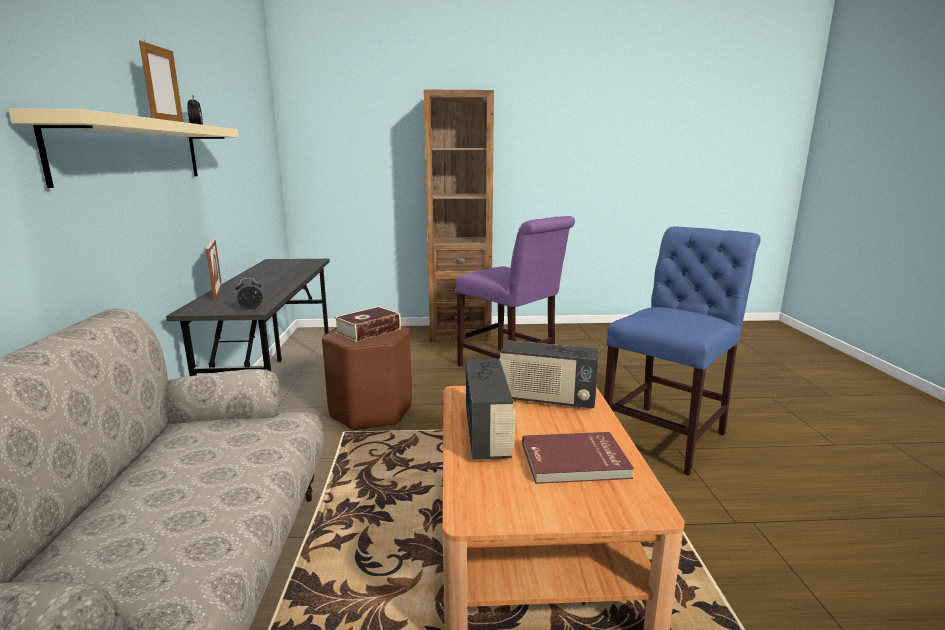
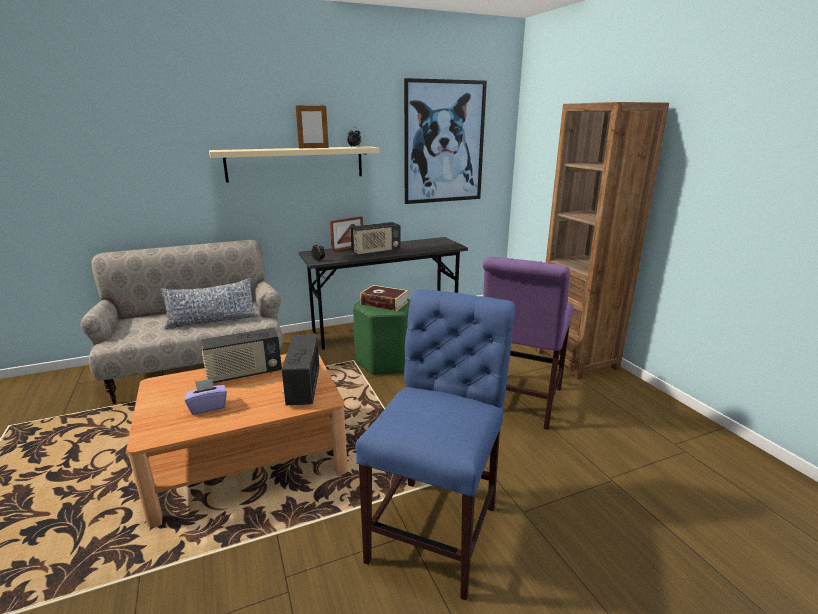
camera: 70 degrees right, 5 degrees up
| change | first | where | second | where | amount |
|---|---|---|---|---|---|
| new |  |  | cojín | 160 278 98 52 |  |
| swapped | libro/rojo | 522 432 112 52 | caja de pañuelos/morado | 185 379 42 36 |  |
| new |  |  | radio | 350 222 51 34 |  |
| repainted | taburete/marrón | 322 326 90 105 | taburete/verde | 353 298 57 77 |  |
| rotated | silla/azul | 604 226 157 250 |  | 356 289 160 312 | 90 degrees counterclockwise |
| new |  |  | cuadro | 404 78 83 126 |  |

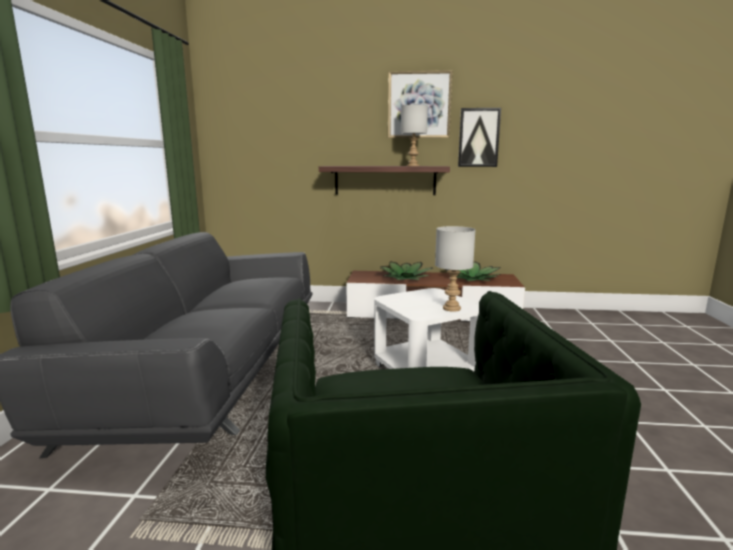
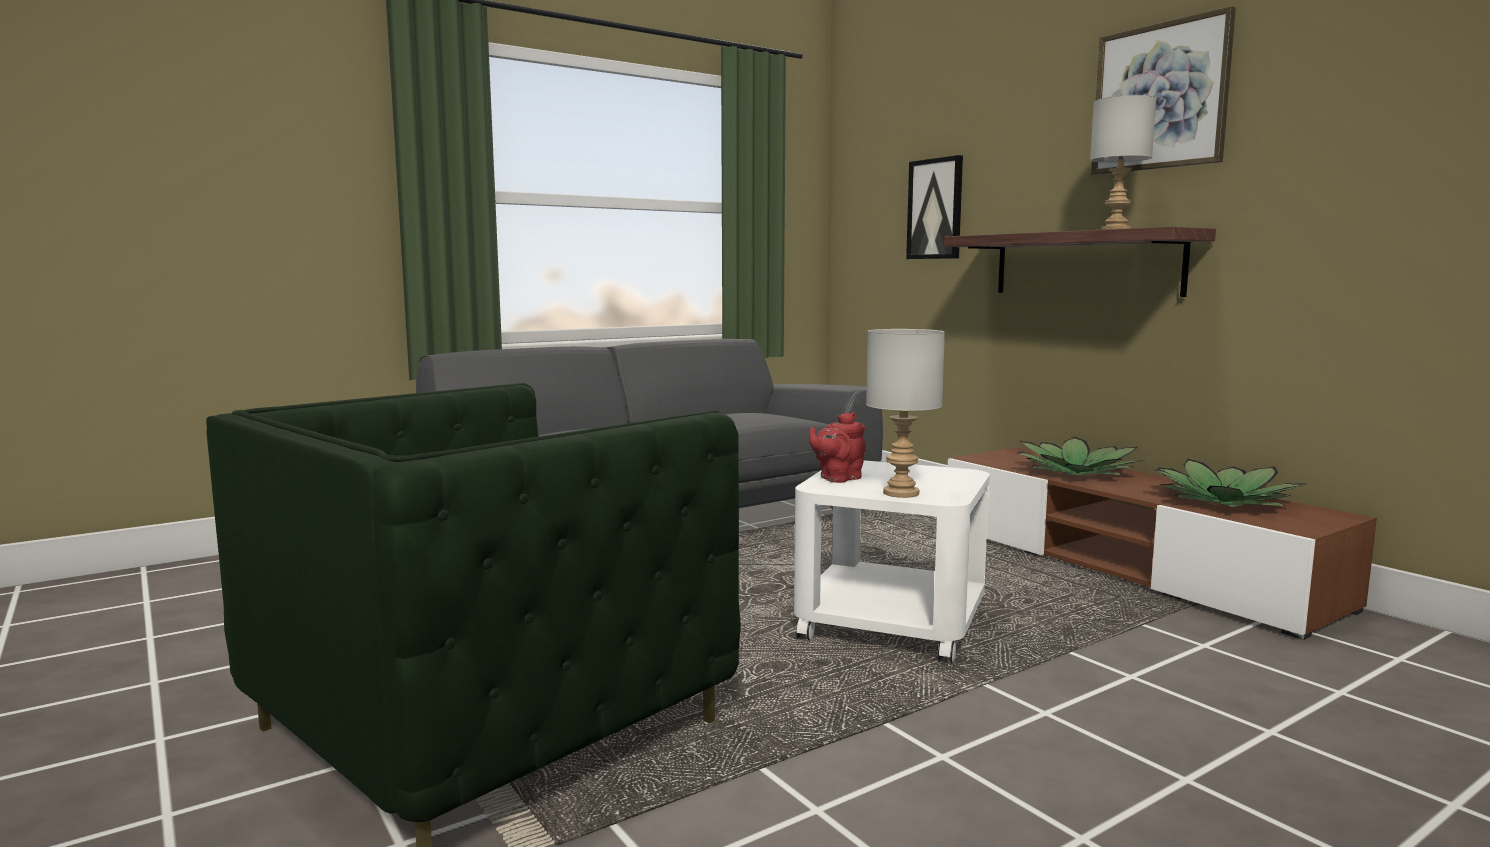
camera: 50 degrees right, 5 degrees down
| change | first | where | second | where | amount |
|---|---|---|---|---|---|
| new |  |  | tetera/rojo | 809 412 57 71 |  |
| shifted | cuadro | 458 108 43 59 |  | 906 155 57 104 |  |

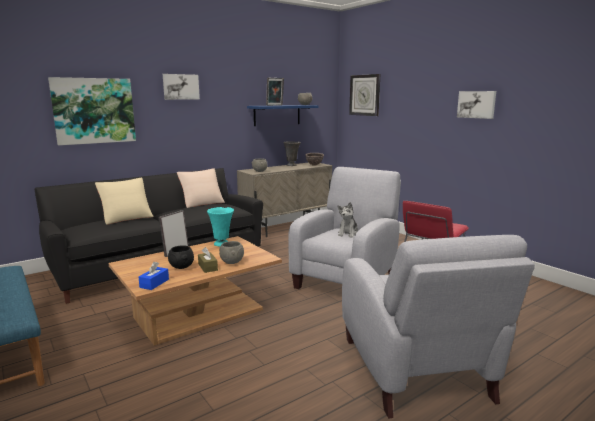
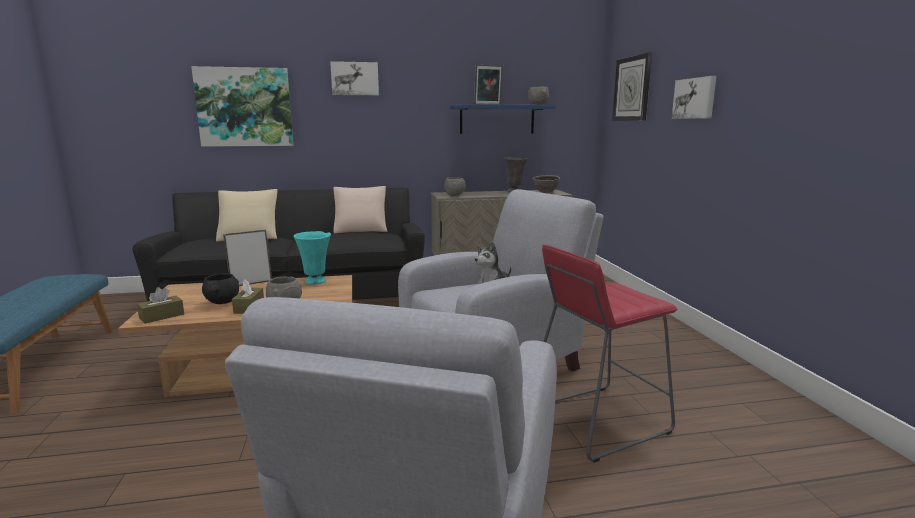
camera: 25 degrees right, 0 degrees up
| change | first | where | second | where | amount |
|---|---|---|---|---|---|
| repainted | caja de pañuelos/azul | 138 262 31 28 | caja de pañuelos/marrón | 137 287 47 37 |  |
| shifted | cuadro | 457 91 39 28 |  | 672 76 44 43 |  |

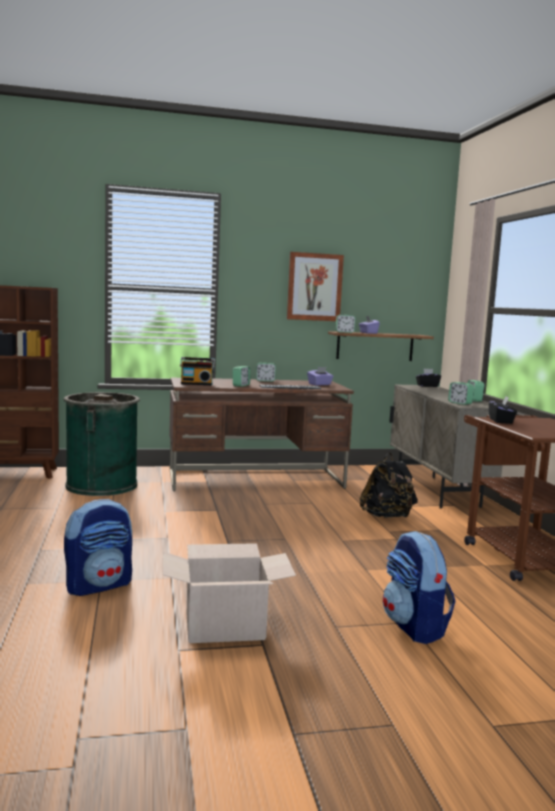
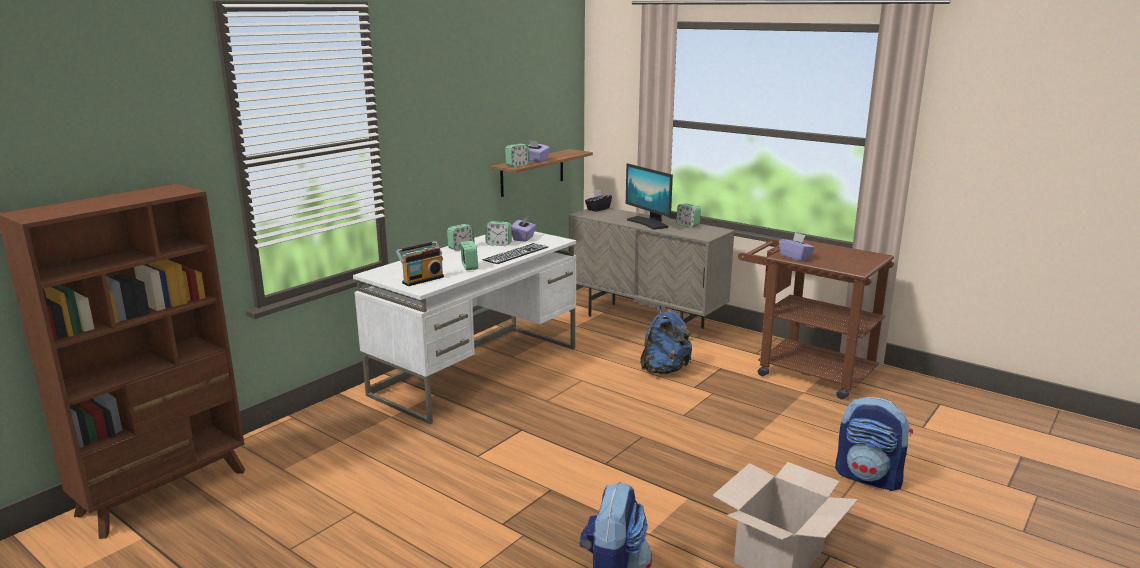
camera: 40 degrees left, 10 degrees up
| change | first | where | second | where | amount |
|---|---|---|---|---|---|
| repainted | escritorio/marrón | 169 378 185 113 | escritorio/blanco | 353 231 223 193 |  |
| shifted | despertador | 448 382 26 23 |  | 485 221 27 25 |  |
| new |  |  | monitor | 626 163 47 67 |  |
| repainted | mochila/negro | 360 452 58 66 | mochila/azul | 640 305 52 69 |  |
| repainted | caja de pañuelos/negro | 489 397 28 27 | caja de pañuelos/morado | 779 232 36 29 |  |
| gone | papelera/verde | 63 392 77 104 |  |  |  |
| gone | cuadro | 287 252 57 69 |  |  |  |

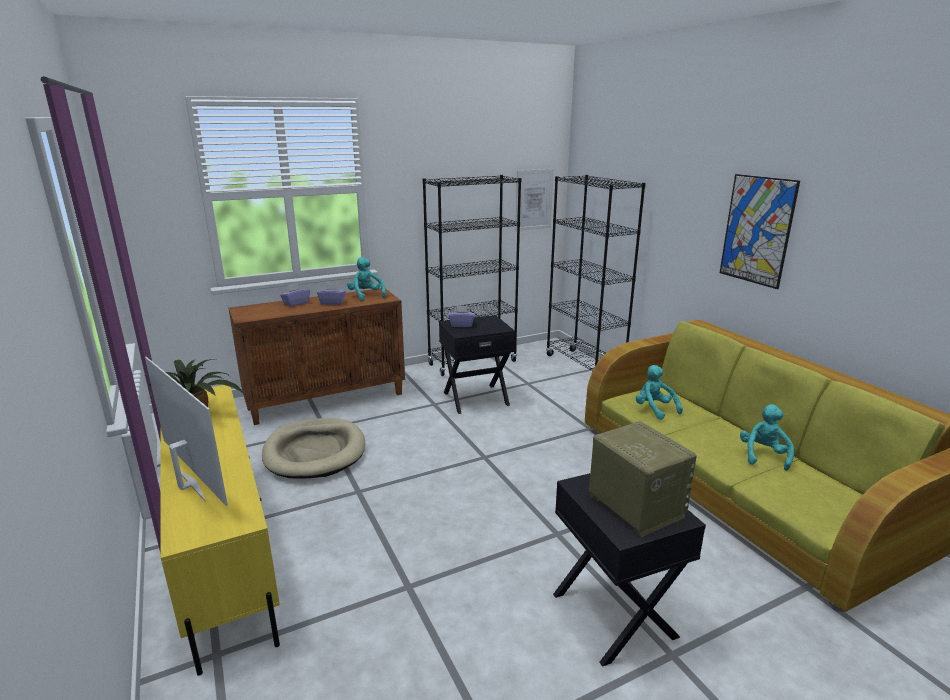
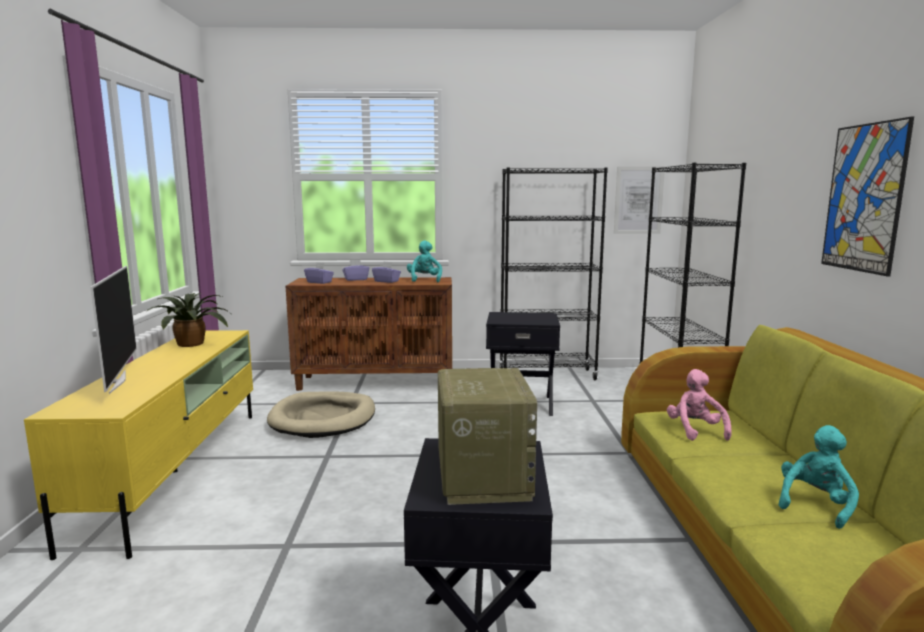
camera: 25 degrees right, 10 degrees down
| change | first | where | second | where | amount |
|---|---|---|---|---|---|
| shifted | caja de pañuelos/morado | 449 306 25 21 |  | 304 262 30 22 |  |
| repainted | peluche/turquesa | 636 365 47 55 | peluche/rosa | 667 369 65 72 |  |

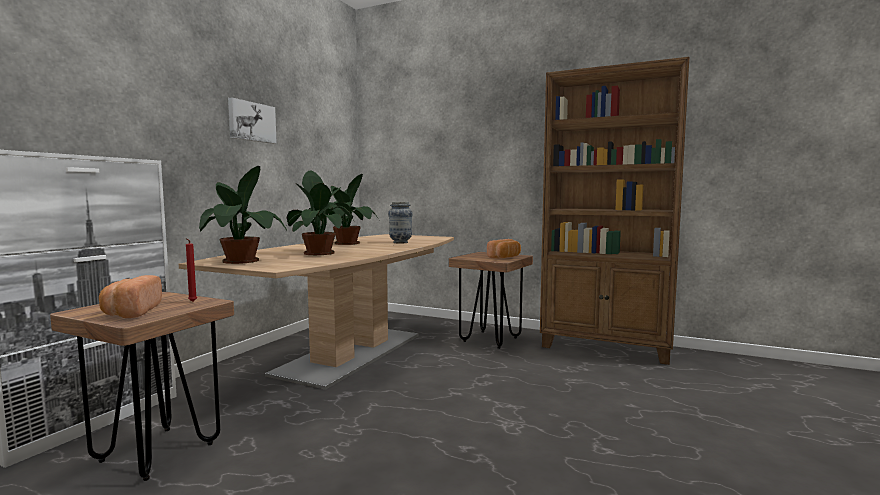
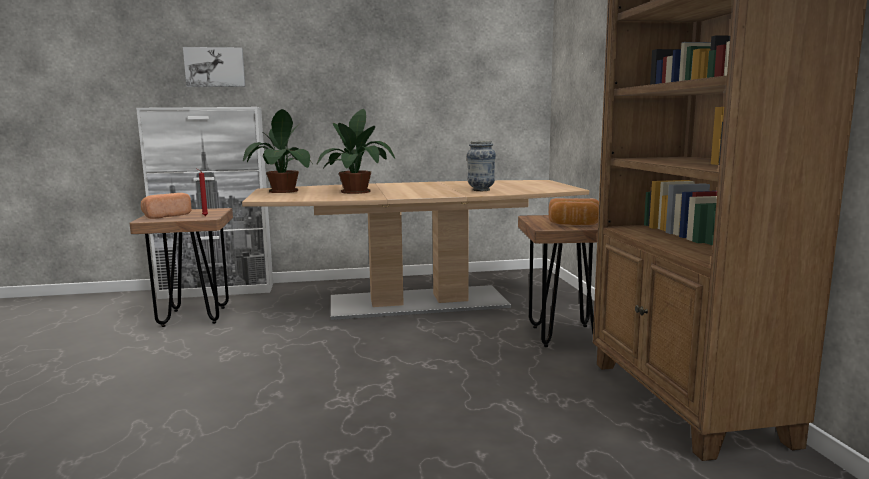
camera: 55 degrees right, 5 degrees up
| change | first | where | second | where | amount |
|---|---|---|---|---|---|
| shifted | cuadro | 228 98 49 46 |  | 183 47 62 40 |  |
| gone | planta en maceta | 329 174 49 71 |  |  |  |

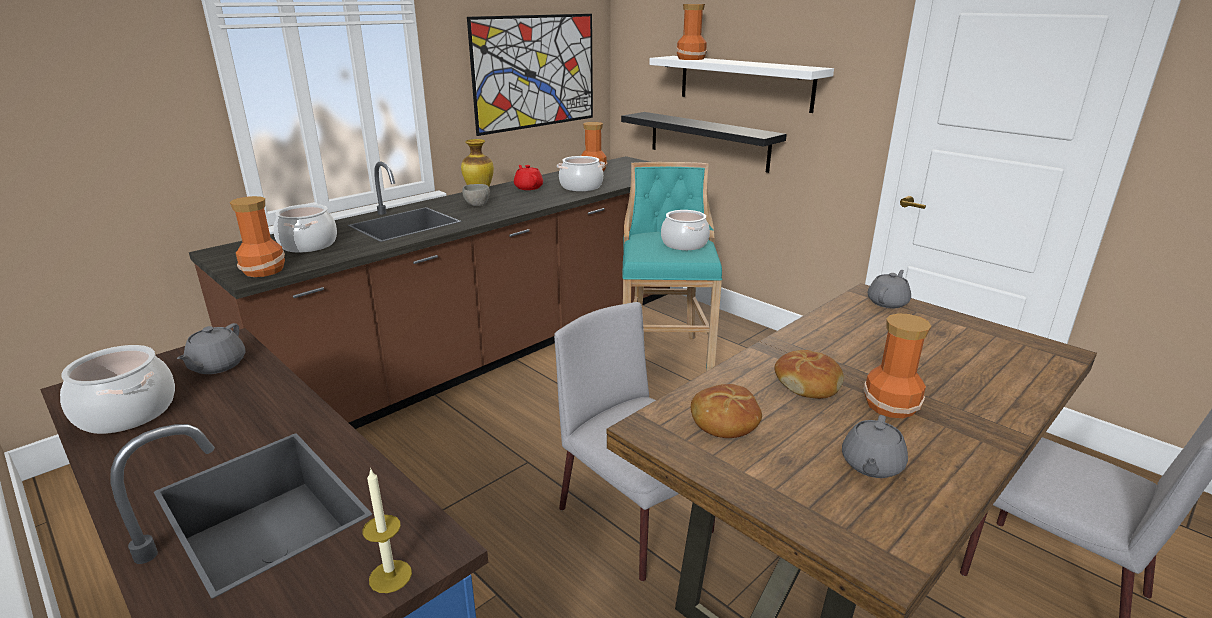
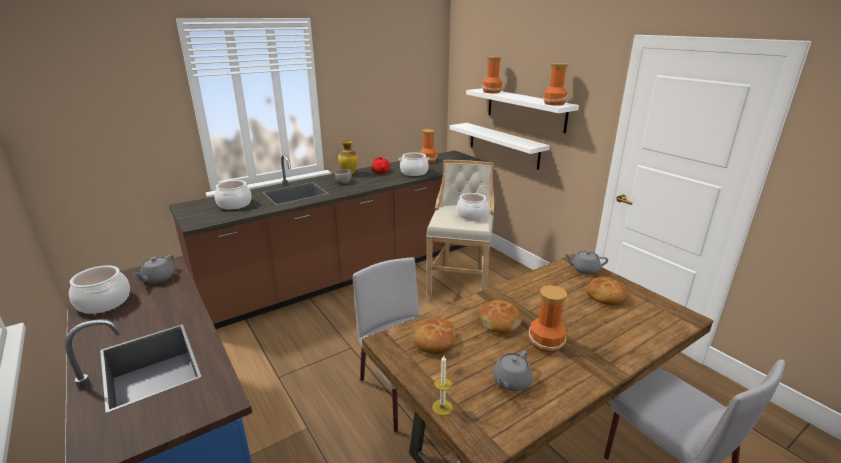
camera: 10 degrees right, 0 degrees up
| change | first | where | second | where | amount |
|---|---|---|---|---|---|
| repainted | taburete/turquesa | 622 162 100 209 | taburete/beis | 425 160 70 142 |  |
| shifted | vela | 362 468 50 125 |  | 432 356 21 60 |  |
| repainted | estante/negro | 621 112 166 61 | estante/blanco | 450 123 100 47 |  |
| shifted | florero | 230 196 55 81 |  | 543 63 25 43 |  |
| rotated | tetera/gris | 868 270 43 38 |  | 564 250 44 24 | 135 degrees counterclockwise |
| new |  |  | pan | 586 277 43 28 |  |
| gone | cuadro | 467 14 126 122 |  |  |  |

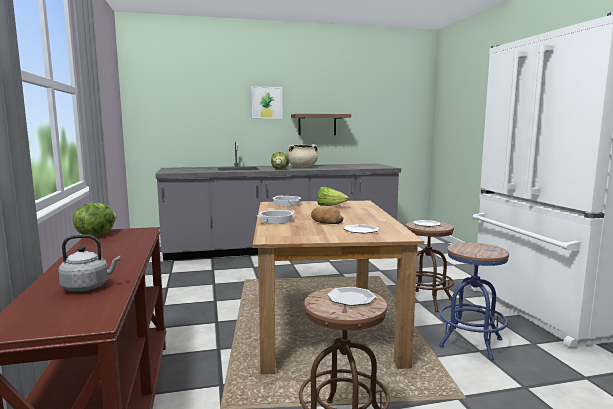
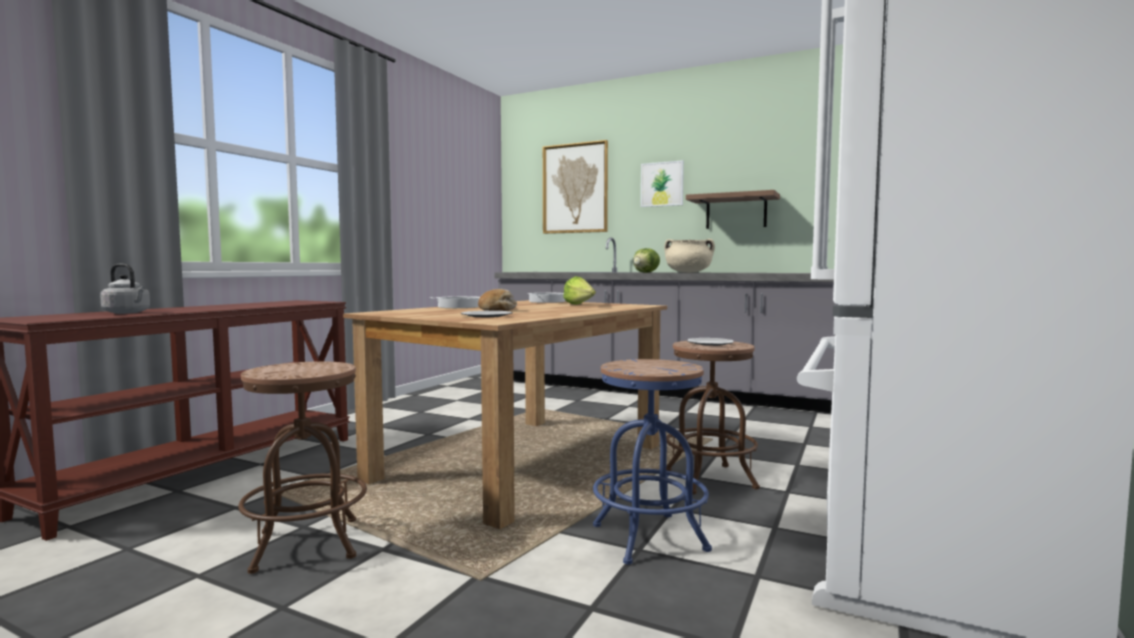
camera: 40 degrees right, 5 degrees down
| change | first | where | second | where | amount |
|---|---|---|---|---|---|
| new |  |  | cuadro | 543 140 65 94 |  |
| gone | lechuga | 73 203 43 33 |  |  |  |
| gone | plato | 327 287 49 19 |  |  |  |

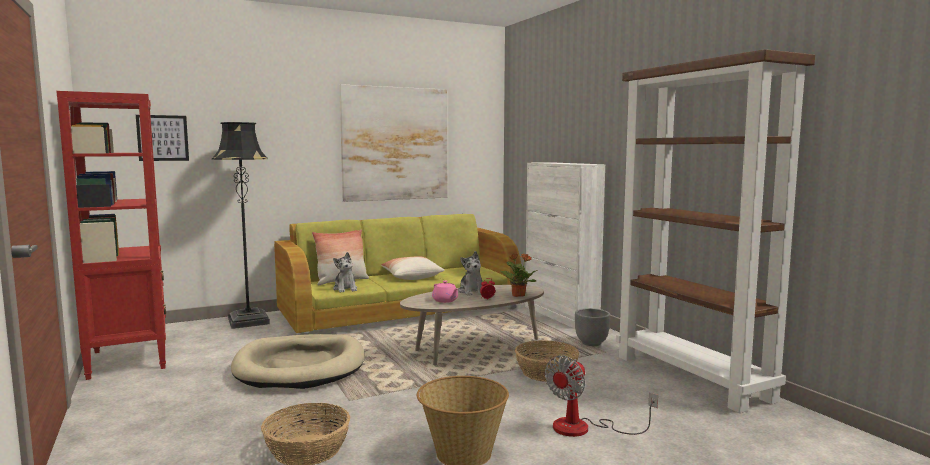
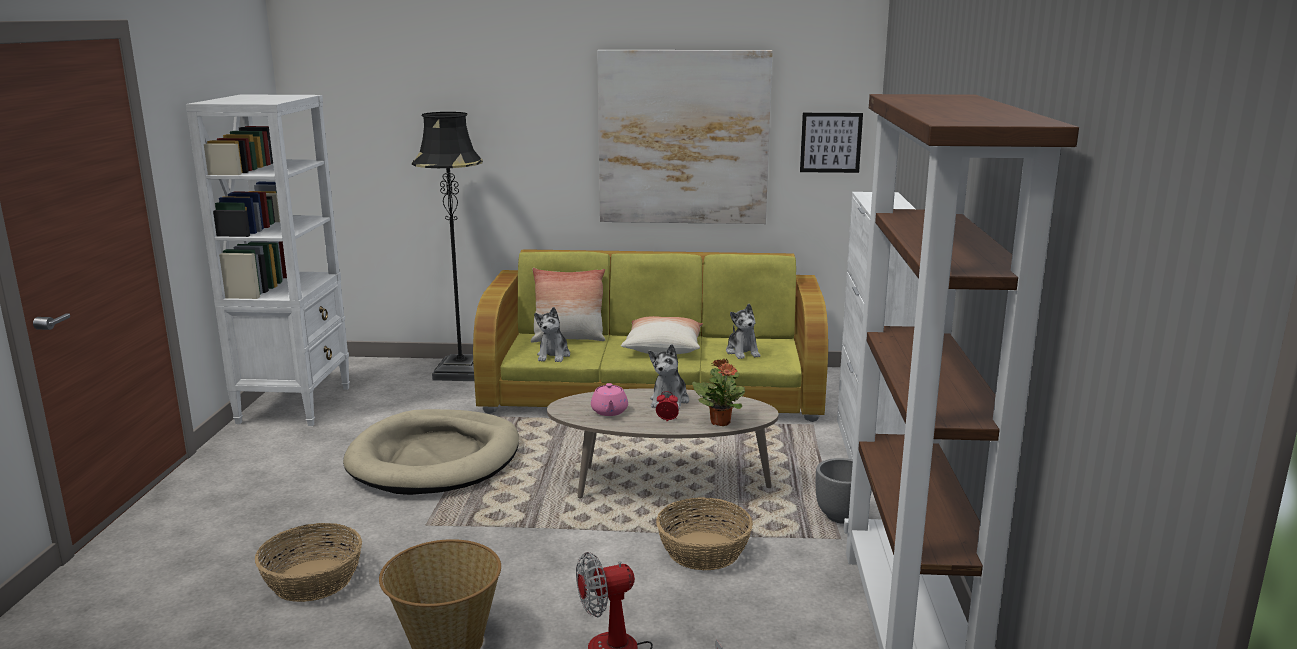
camera: 30 degrees right, 10 degrees up
| change | first | where | second | where | amount |
|---|---|---|---|---|---|
| repainted | estantería/rojo | 56 91 110 289 | estantería/blanco | 186 94 164 332 |  |
| new |  |  | peluche | 726 304 34 55 |  |
| shifted | cuadro | 136 115 53 46 |  | 800 113 63 60 |  |

